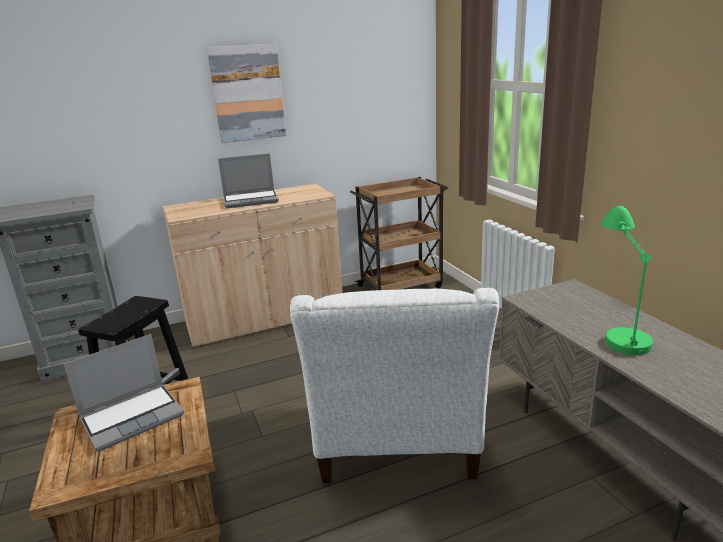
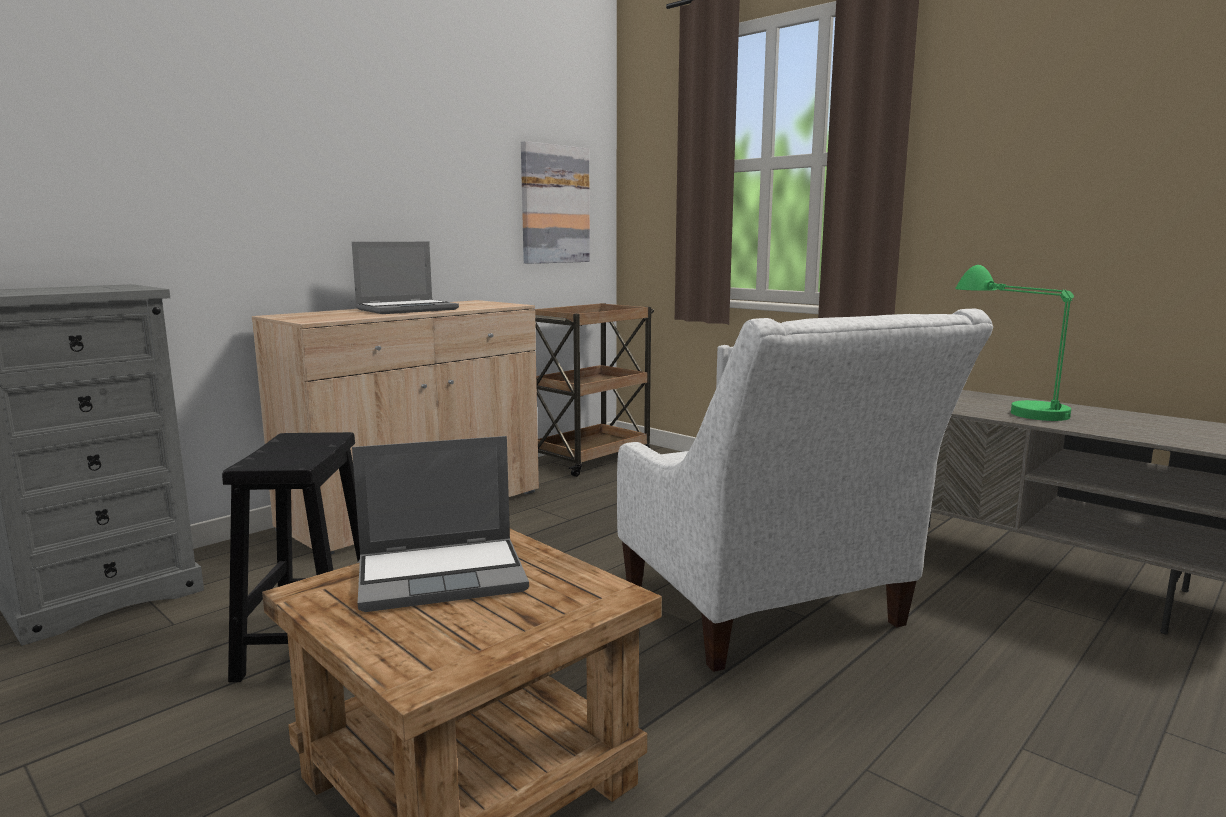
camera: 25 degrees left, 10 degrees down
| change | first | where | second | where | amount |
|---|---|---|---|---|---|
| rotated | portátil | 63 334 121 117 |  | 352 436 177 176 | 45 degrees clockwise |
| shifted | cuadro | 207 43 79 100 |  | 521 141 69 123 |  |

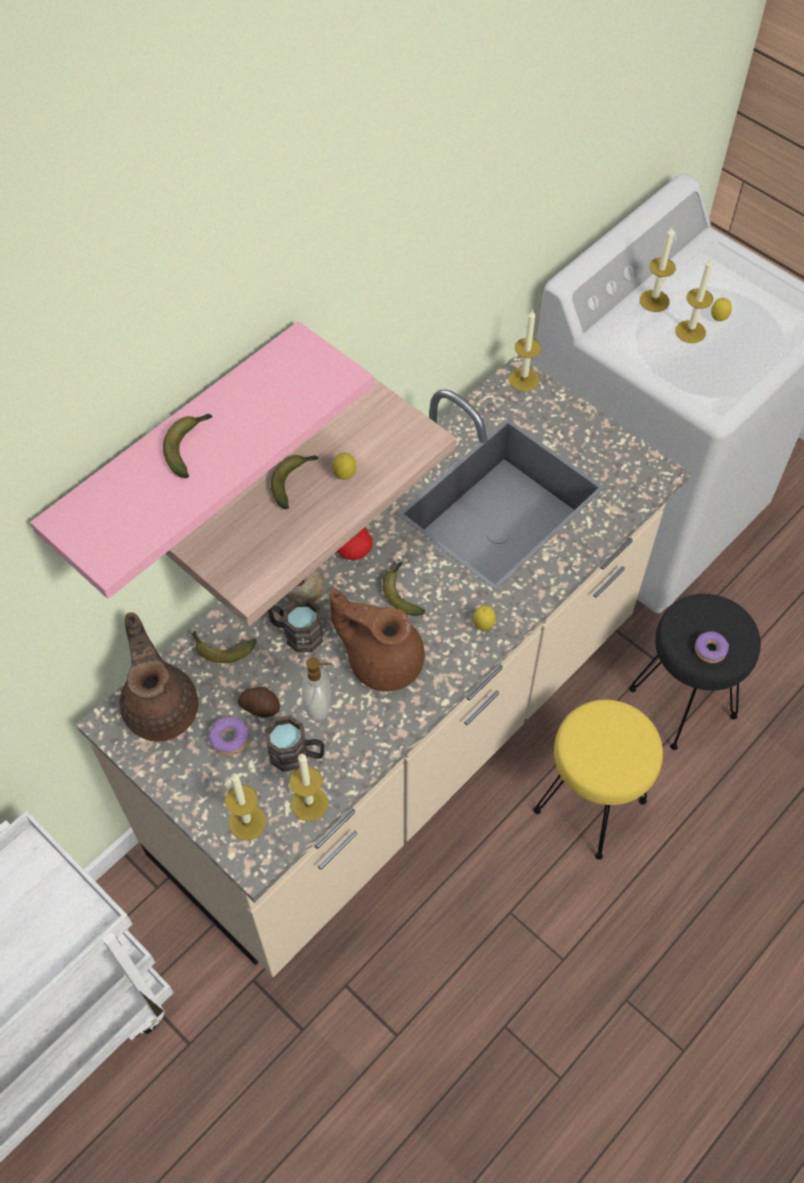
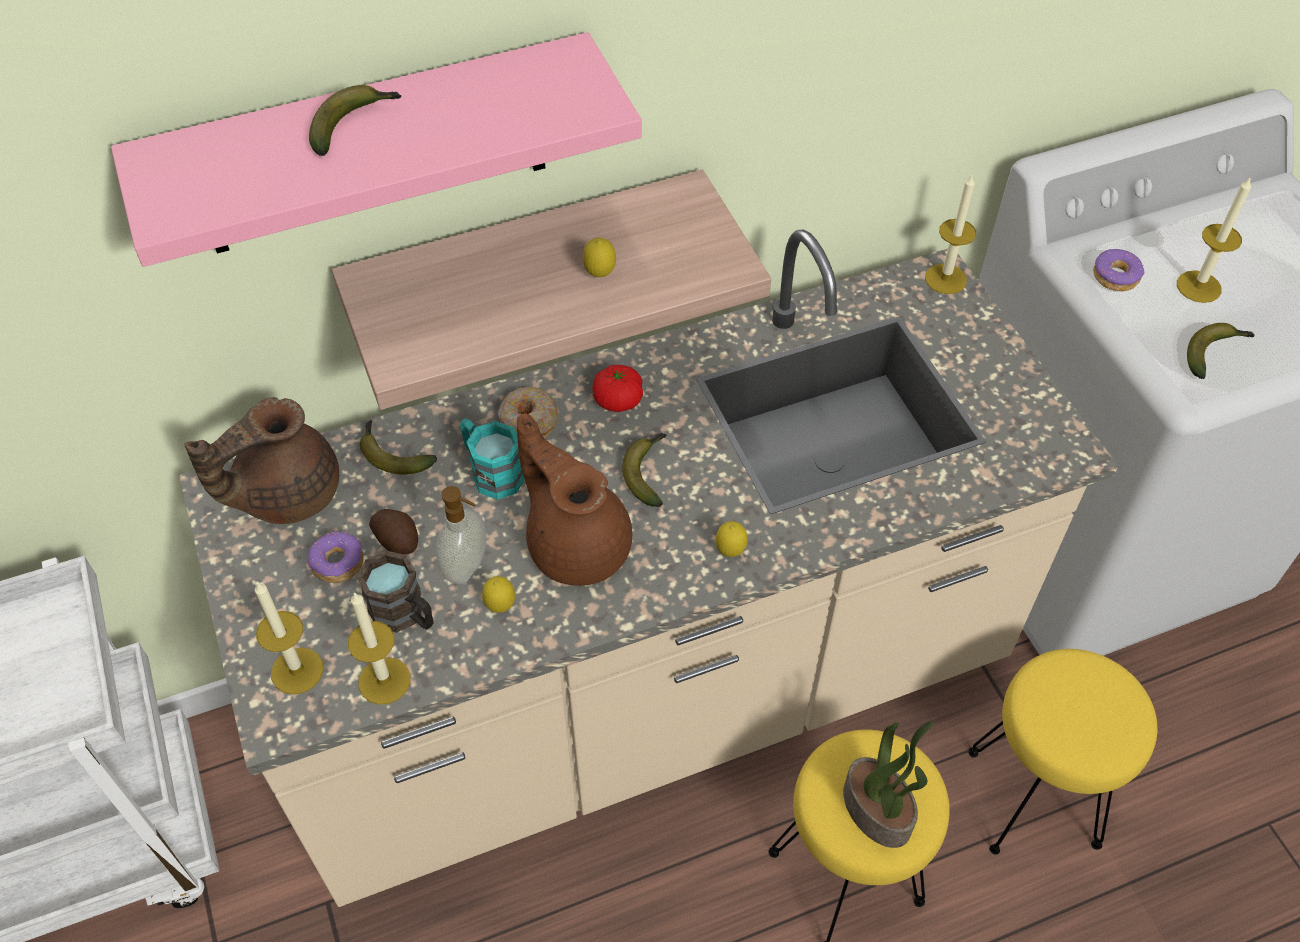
camera: 25 degrees right, 5 degrees down
| change | first | where | second | where | amount |
|---|---|---|---|---|---|
| rotated | tetera/marrón | 120 612 79 130 |  | 184 397 155 127 | 135 degrees counterclockwise |
| repainted | taza grande/marrón | 267 599 56 54 | taza grande/turquesa | 460 418 65 82 |  |
| shifted | limón | 711 298 21 23 |  | 482 576 33 37 |  |
| new |  |  | planta en maceta | 843 721 90 127 |  |
| repainted | taburete/negro | 629 594 132 156 | taburete/amarillo | 968 649 190 206 |  |
| shifted | rosquilla | 695 631 34 32 |  | 1093 249 52 42 |  |
| shifted | plátano | 271 455 47 54 |  | 1187 323 68 56 |  |
| gone | vela | 640 227 36 85 |  |  |  |

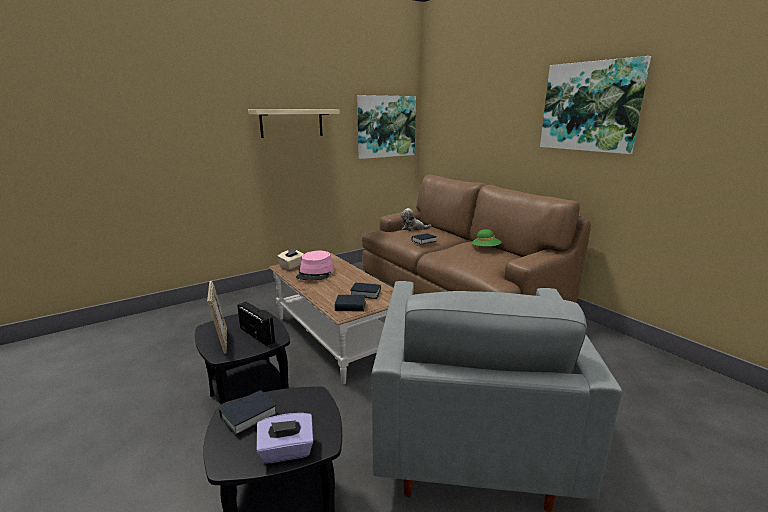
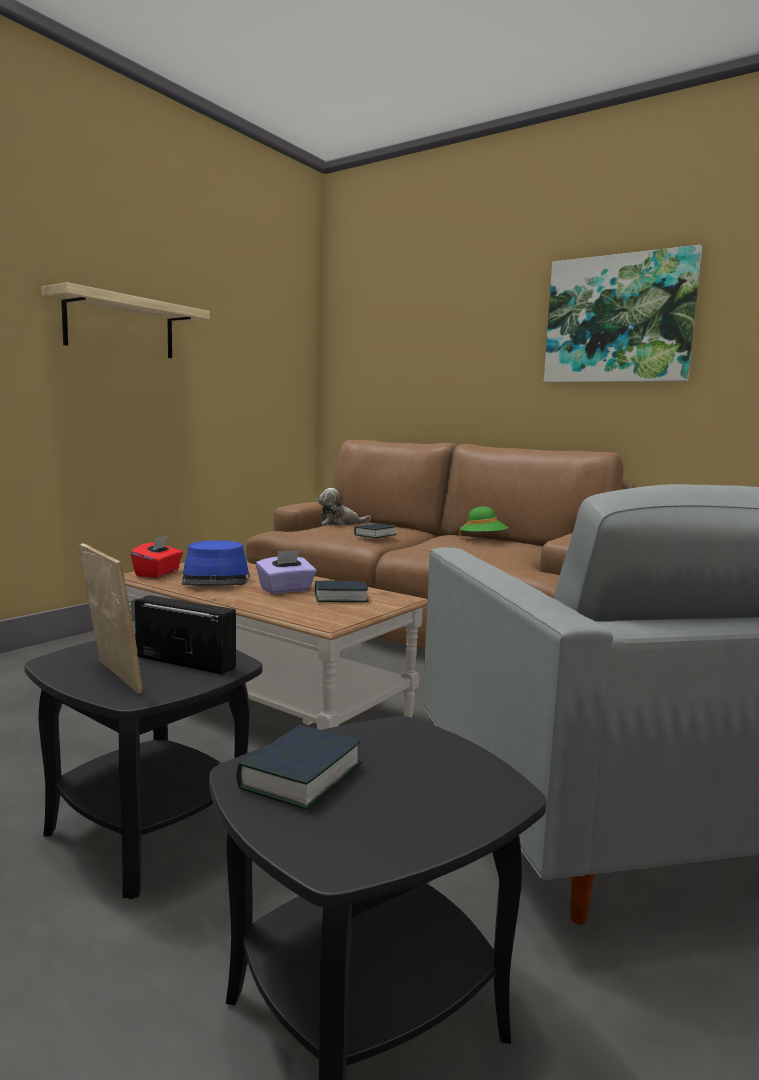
camera: 20 degrees left, 10 degrees down
| change | first | where | second | where | amount |
|---|---|---|---|---|---|
| repainted | caja de pañuelos/beis | 277 247 26 23 | caja de pañuelos/rojo | 130 535 53 43 |  |
| repainted | sombrero/rosa | 296 250 38 30 | sombrero/azul | 181 540 69 46 |  |
| shifted | caja de pañuelos/morado | 256 413 58 51 |  | 256 550 60 44 |  |
| gone | libro | 335 295 31 16 |  |  |  |
| gone | cuadro | 357 95 59 64 |  |  |  |

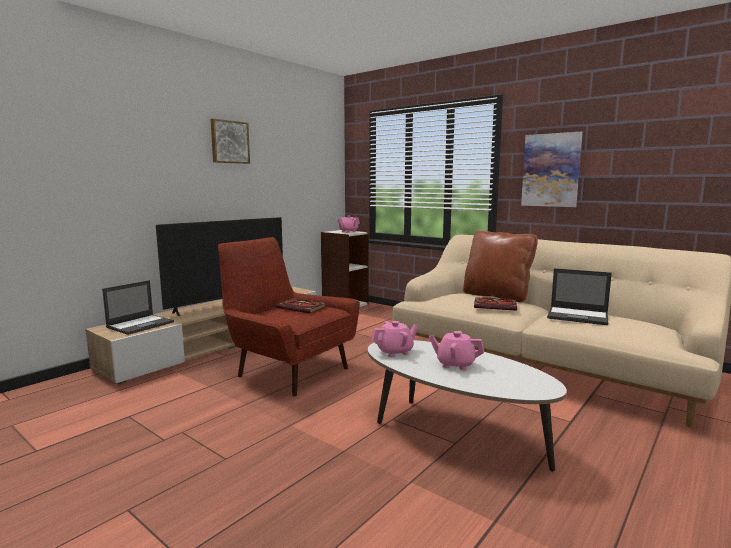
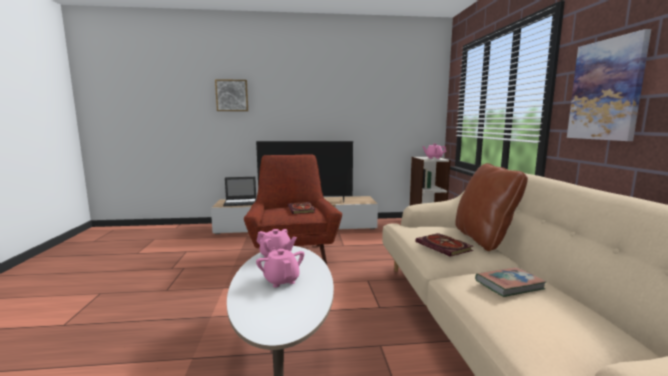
camera: 45 degrees right, 0 degrees up
| change | first | where | second | where | amount |
|---|---|---|---|---|---|
| shifted | cuadro | 211 119 39 45 |  | 215 79 33 32 |  |
| swapped | portátil | 547 268 65 57 | libro | 475 267 72 30 |  |

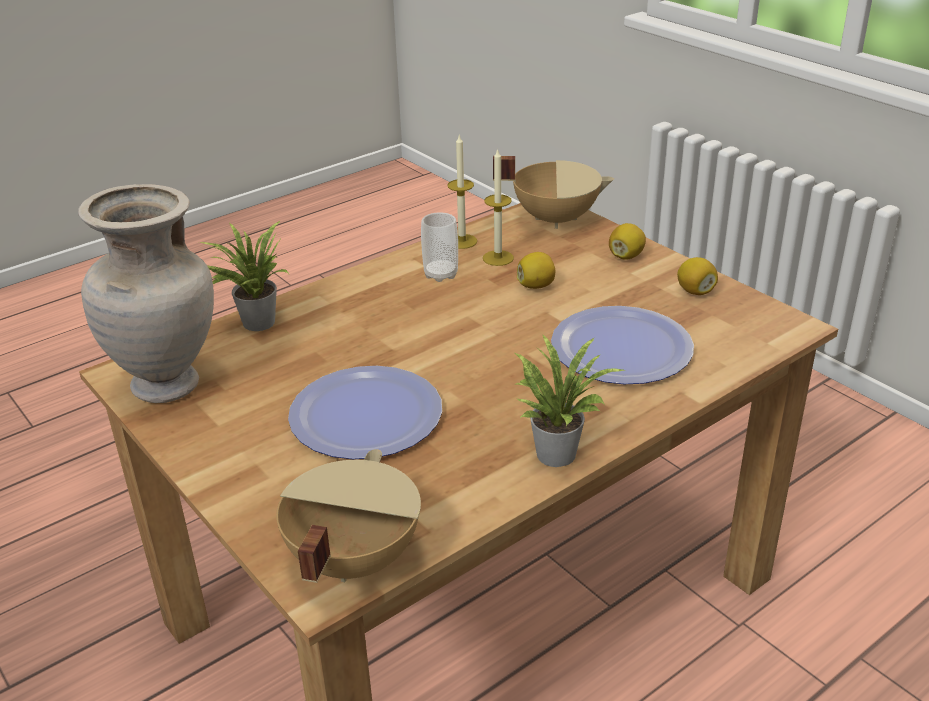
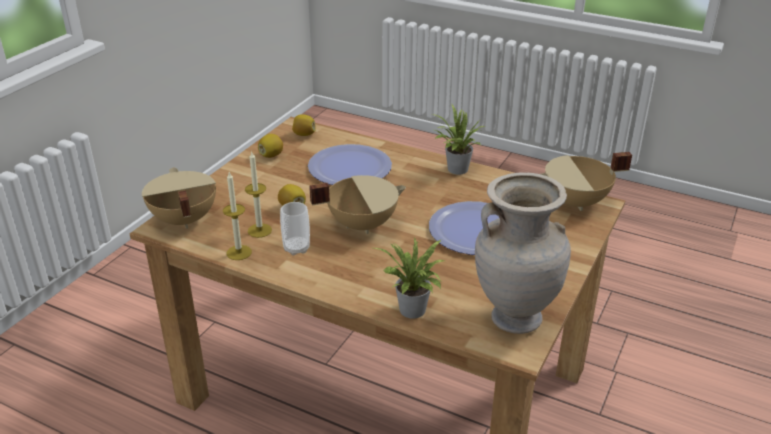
camera: 115 degrees left, 0 degrees up
| change | first | where | second | where | amount |
|---|---|---|---|---|---|
| shifted | limón | 609 223 37 37 |  | 292 114 24 22 |  |
| new |  |  | olla/beis | 309 175 97 59 |  |

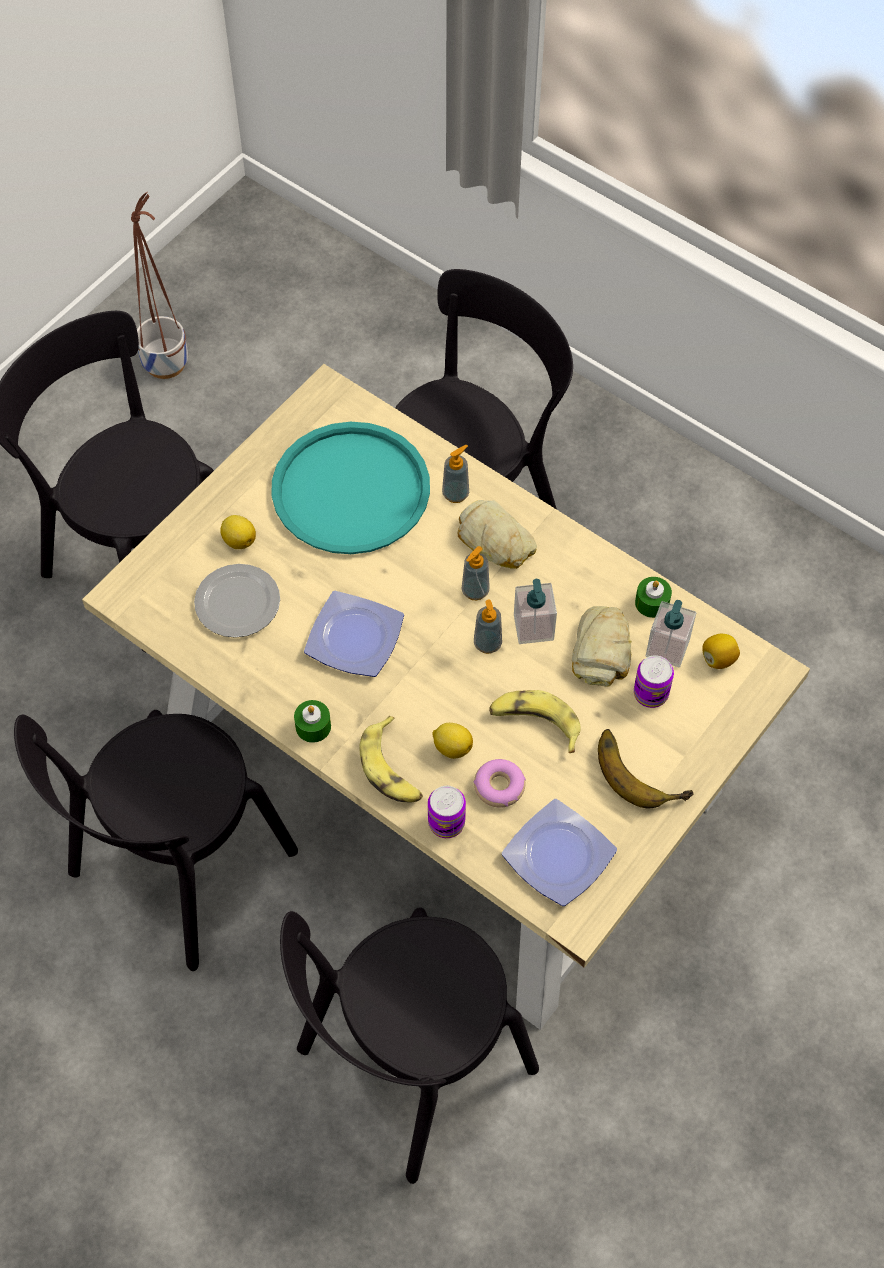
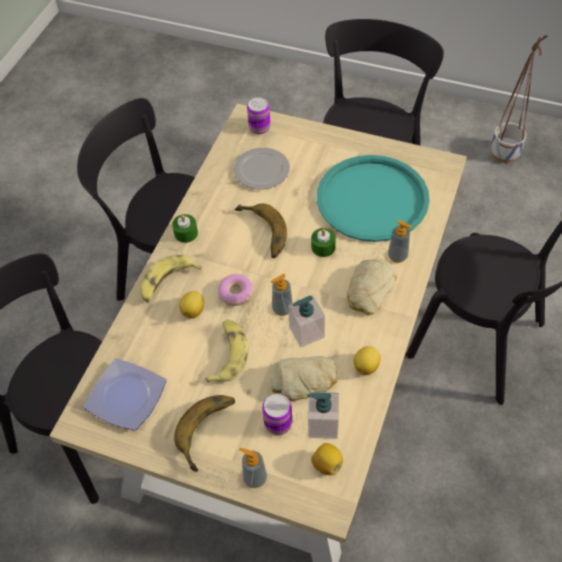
camera: 75 degrees right, 5 degrees down
| change | first | where | second | where | amount |
|---|---|---|---|---|---|
| shifted | rosquilla | 473 759 53 49 |  | 218 274 35 32 |  |
| swapped | plato | 304 591 100 86 | plátano | 235 203 52 55 |  |
| shifted | dispensador de jabón | 461 546 29 55 |  | 239 448 28 40 |  |
| shifted | lata | 428 786 38 52 |  | 247 97 23 37 |  |
| shifted | vela/verde | 635 577 37 41 |  | 311 228 25 29 |  |
| shifted | limón | 220 515 36 34 |  | 354 346 26 29 |  |

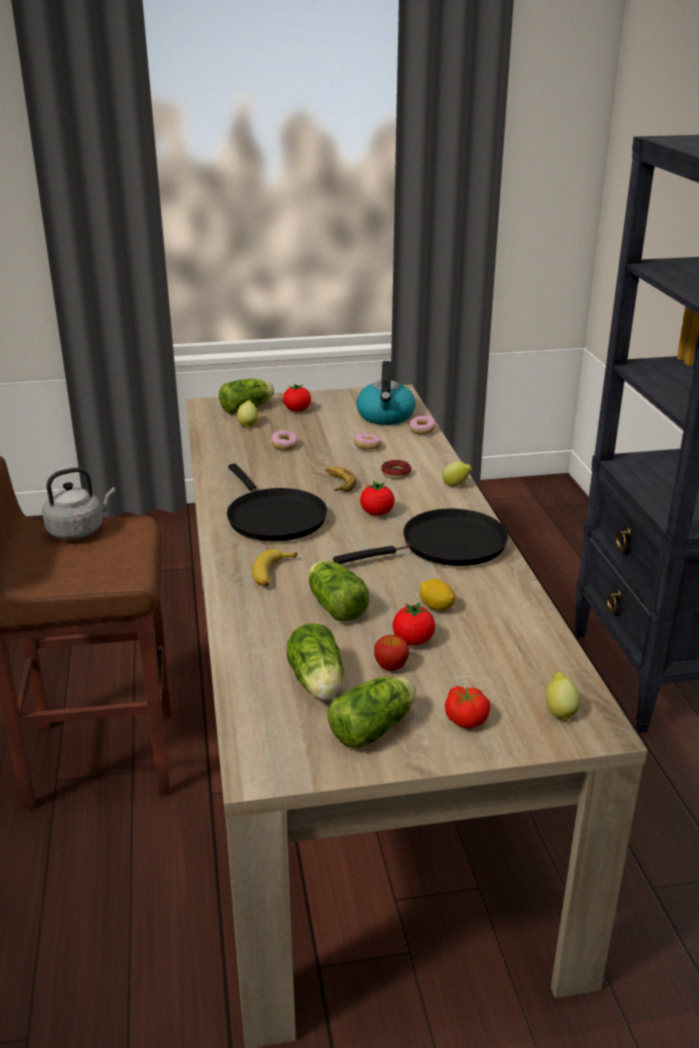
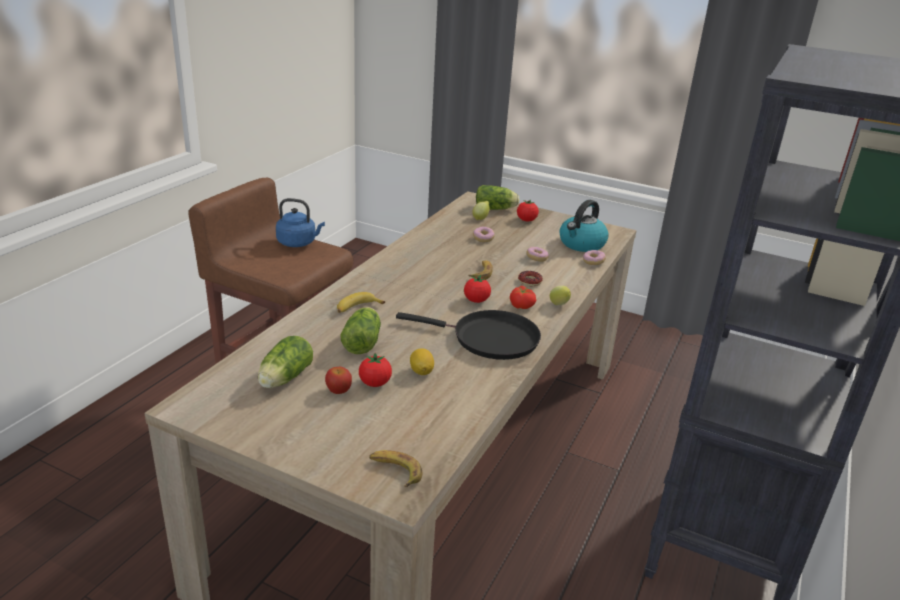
camera: 35 degrees right, 0 degrees up
| change | first | where | second | where | amount |
|---|---|---|---|---|---|
| repainted | hervidor/gris | 42 467 74 73 | hervidor/azul | 276 198 49 49 |  |
| swapped | limón | 545 672 35 49 | plátano | 369 450 53 37 |  |
| shifted | tomate | 445 686 45 43 |  | 510 286 26 23 |  |
| gone | sartén/negro | 227 464 100 77 |  |  |  |
| gone | lechuga | 327 676 89 72 |  |  |  |

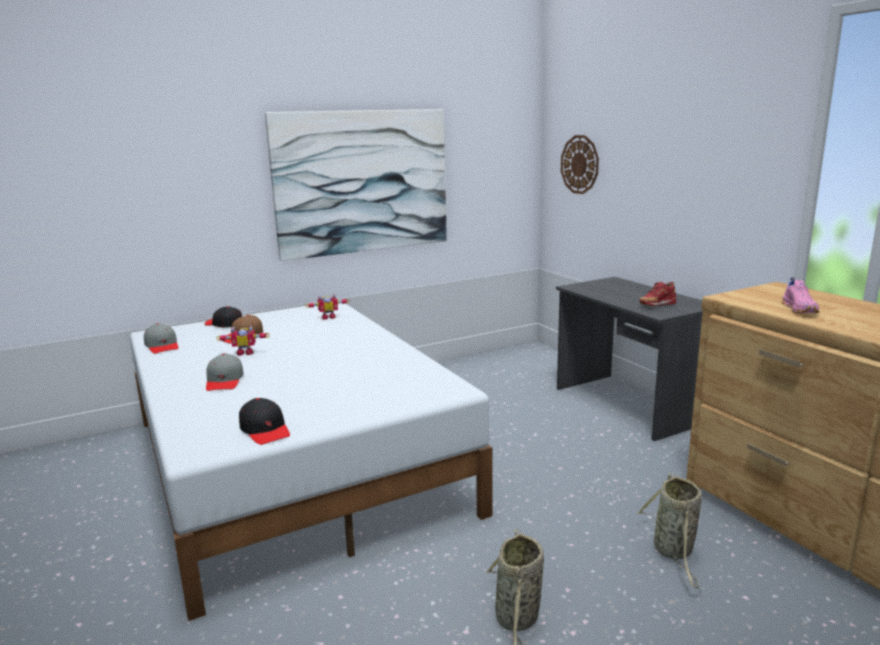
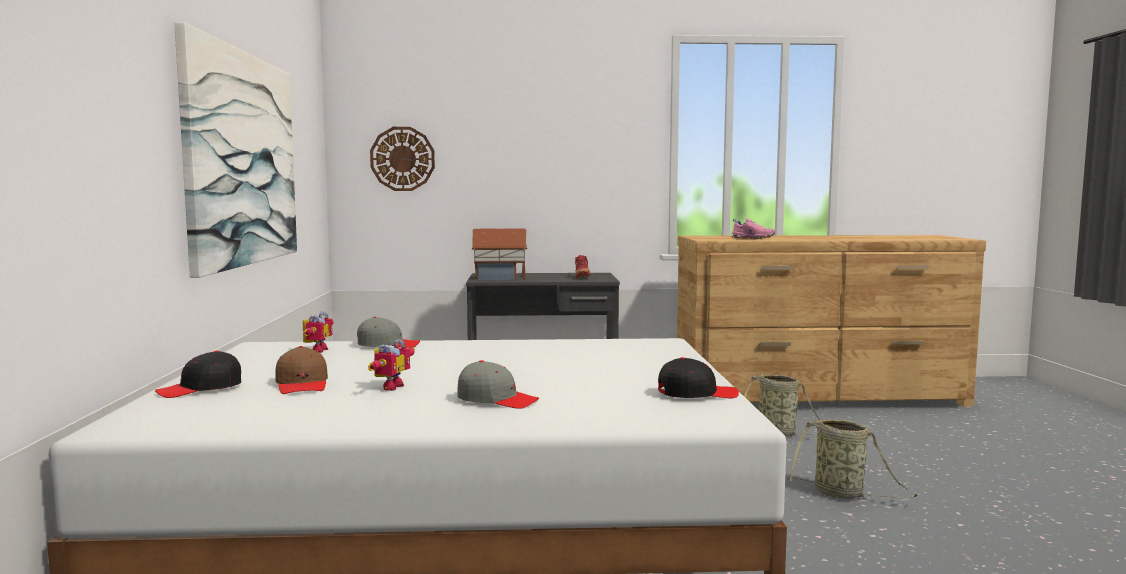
camera: 65 degrees left, 10 degrees down
| change | first | where | second | where | amount |
|---|---|---|---|---|---|
| shifted | gorra/gris | 144 323 34 31 |  | 357 317 63 31 |  |
| new |  |  | casita | 472 228 55 52 |  |

